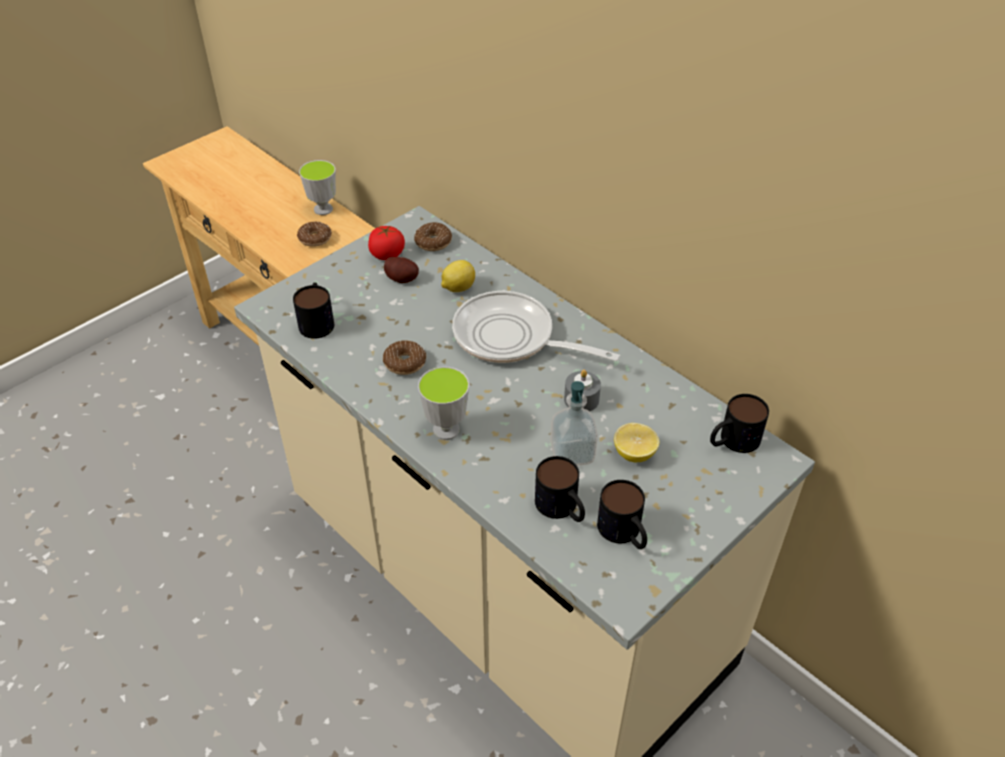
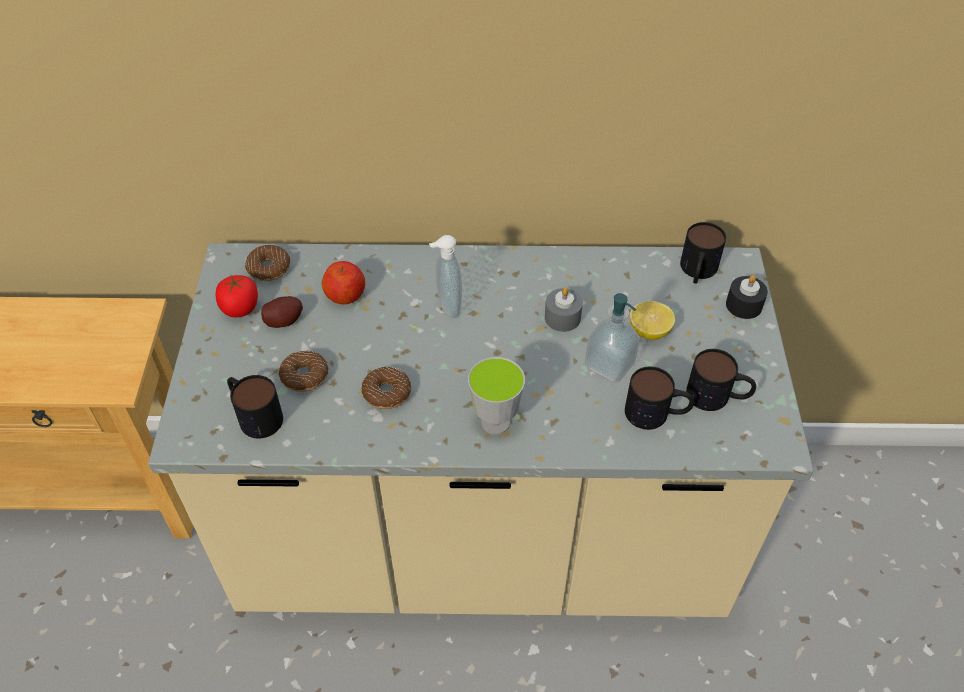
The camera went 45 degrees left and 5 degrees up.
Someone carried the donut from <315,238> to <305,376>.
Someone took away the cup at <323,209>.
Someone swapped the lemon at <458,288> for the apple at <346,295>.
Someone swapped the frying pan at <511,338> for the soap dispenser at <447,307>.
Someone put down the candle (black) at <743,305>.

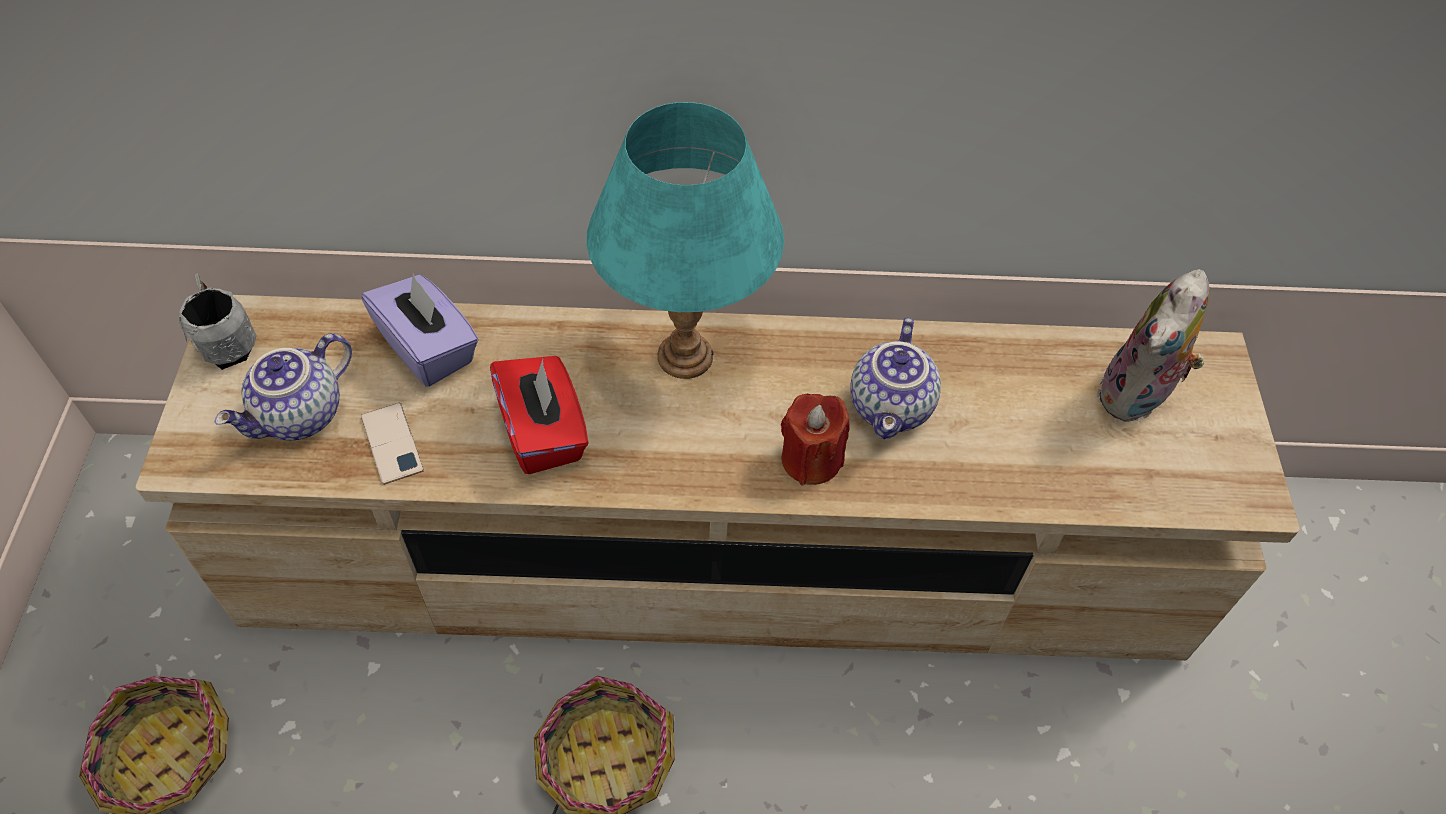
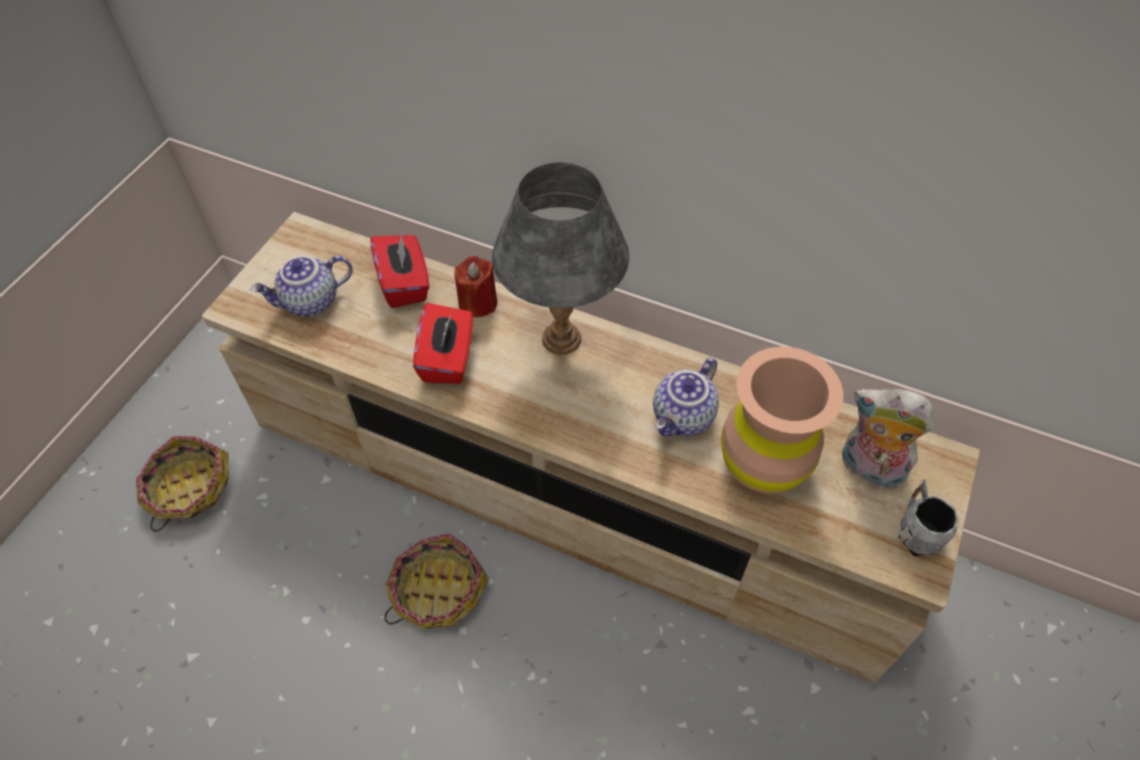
The camera went 25 degrees right and 0 degrees up.
Someone carried the mug (grey) from <227,343> to <916,532>.
Someone took away the phone at <392,443>.
Someone repainted the tissue box (purple) at <429,348>, which became the tissue box (red) at <404,284>.
Someone repainted the table lamp (turquoise) at <686,355>, which became the table lamp (grey) at <562,338>.
Someone carried the candle (red) from <811,459> to <478,303>.
Someone rotated the plush toy at <1136,397> by 60 degrees clockwise.
Someone put down the vase (brown) at <763,463>.

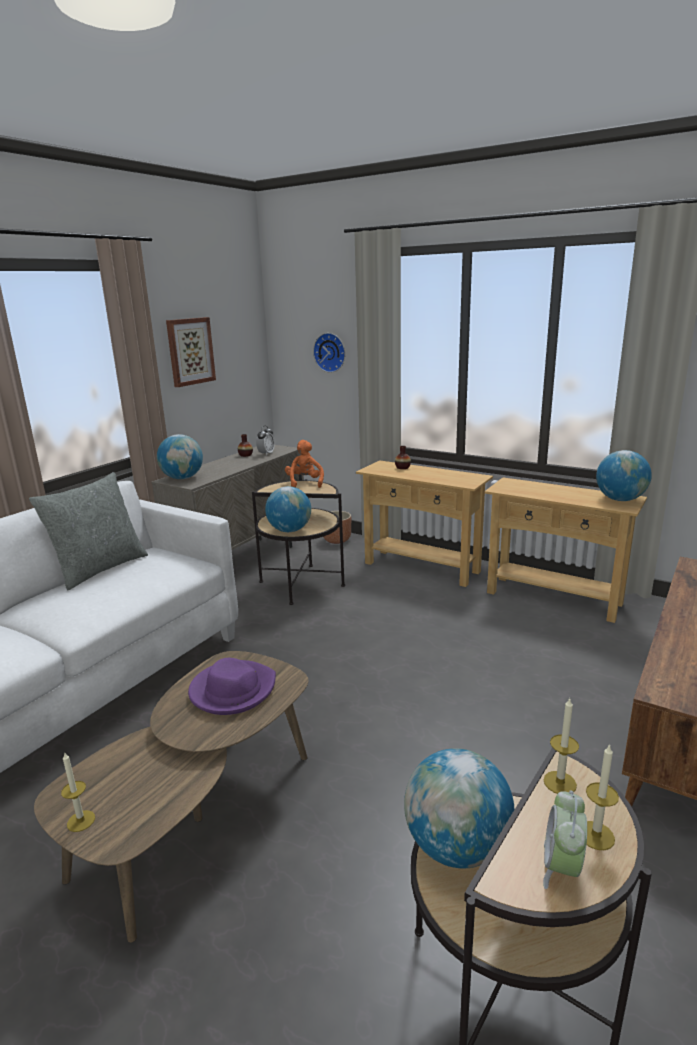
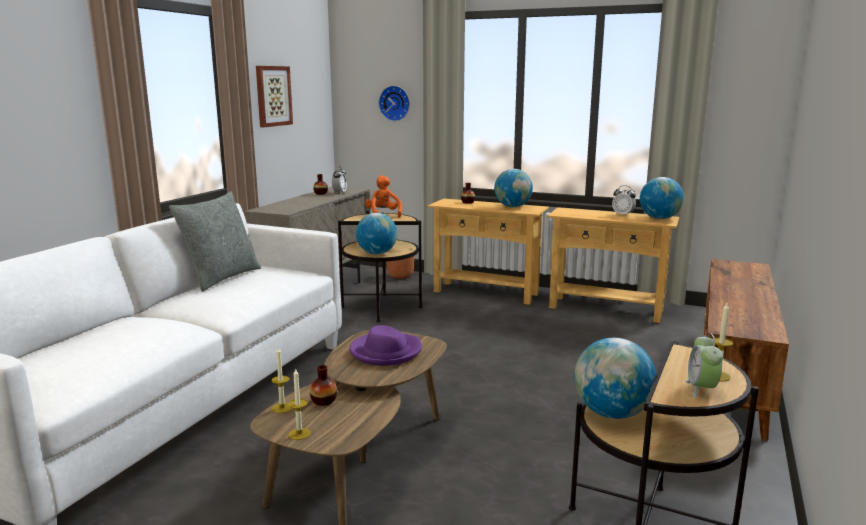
The camera went 10 degrees left and 5 degrees down.
Someone carried the globe from <182,478> to <512,207>.
Someone carried the candle from <560,782> to <282,408>.
Someone put down the vase at <323,401>.
Someone put down the alarm clock at <623,215>.

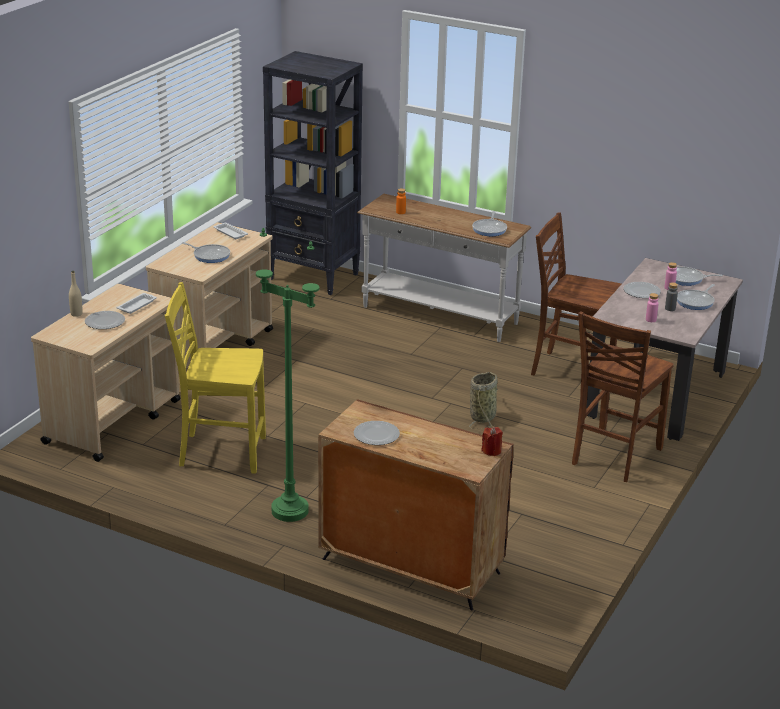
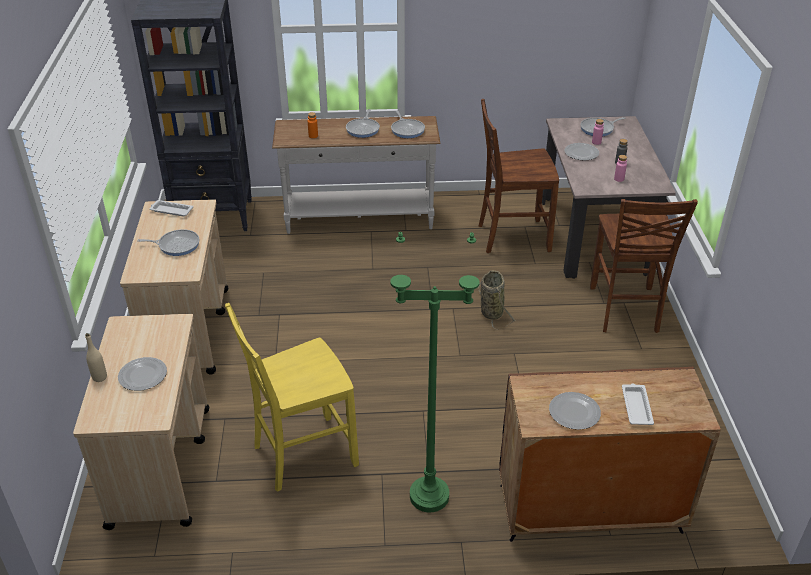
The camera went 30 degrees left and 10 degrees up.
Someone carried the tray (white) from <137,305> to <636,406>.
Someone took away the candle (red) at <491,451>.
Someone carried the frying pan from <696,301> to <363,129>.

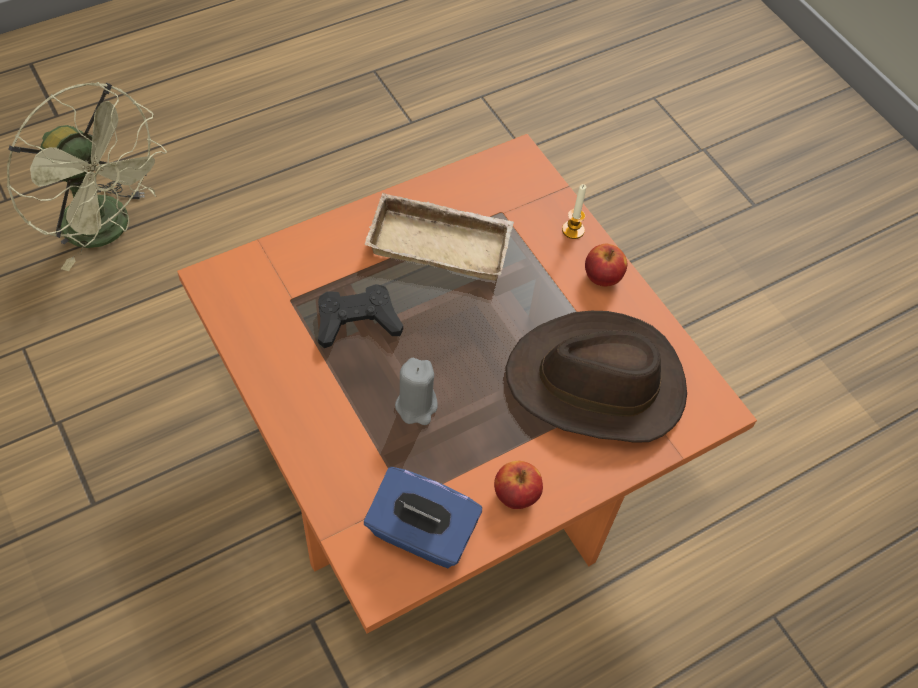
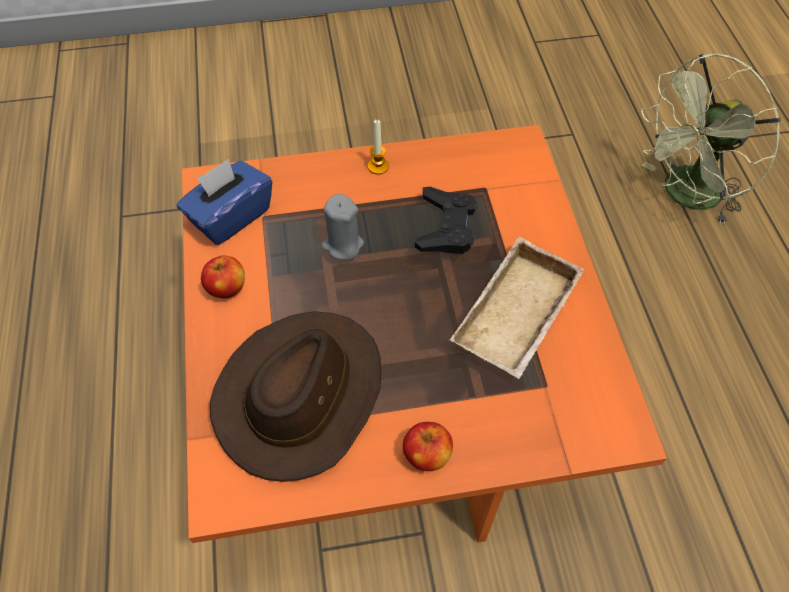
The camera went 115 degrees right and 0 degrees up.
Someone carried the candle from <573,230> to <378,166>.

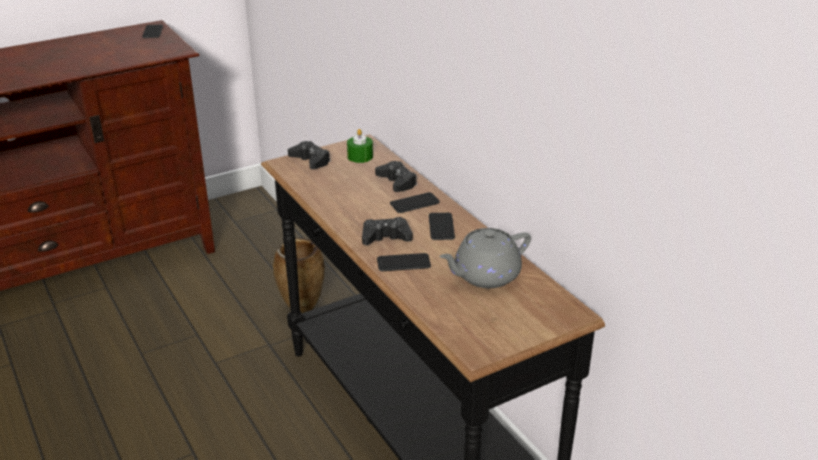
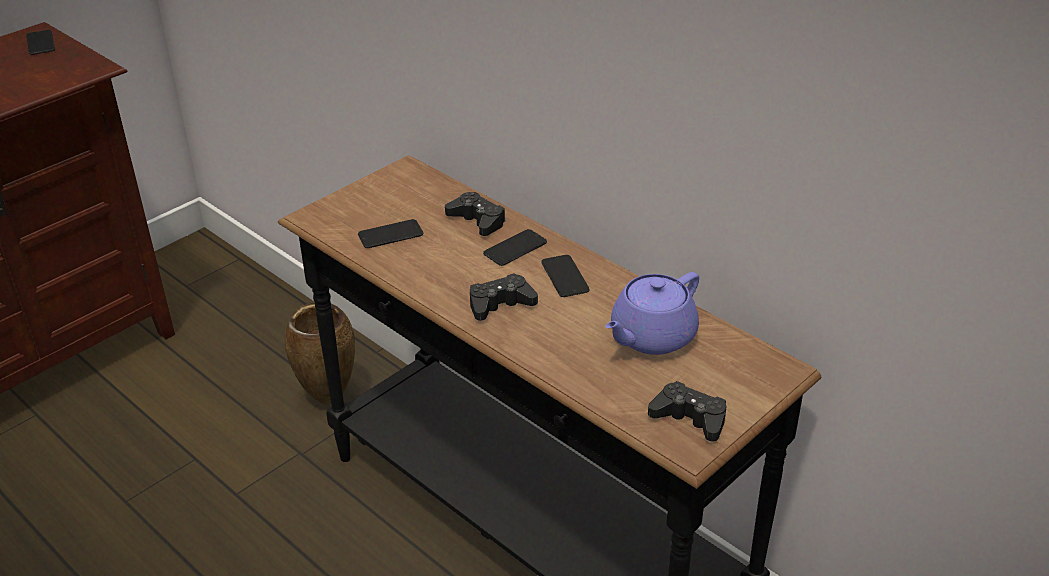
The camera went 15 degrees left and 5 degrees up.
Someone carried the game controller (black) from <310,160> to <689,418>.
Someone took away the candle (green) at <360,156>.
Someone carried the phone from <403,263> to <390,235>.
Someone repainted the teapot (grey) at <485,276>, which became the teapot (purple) at <651,336>.

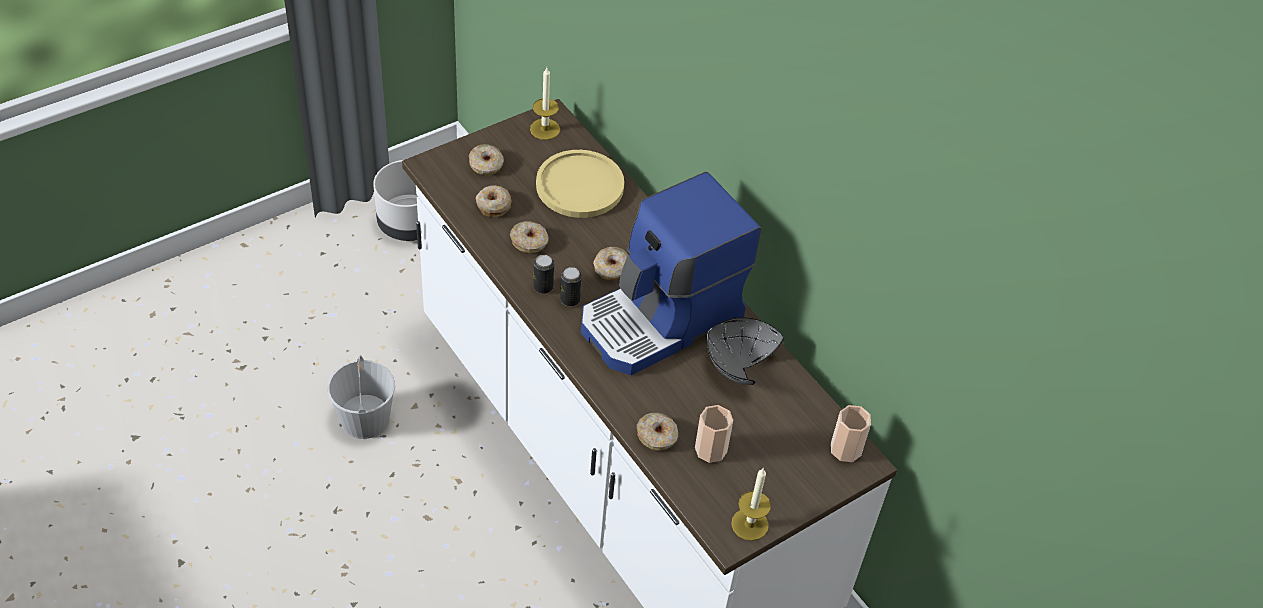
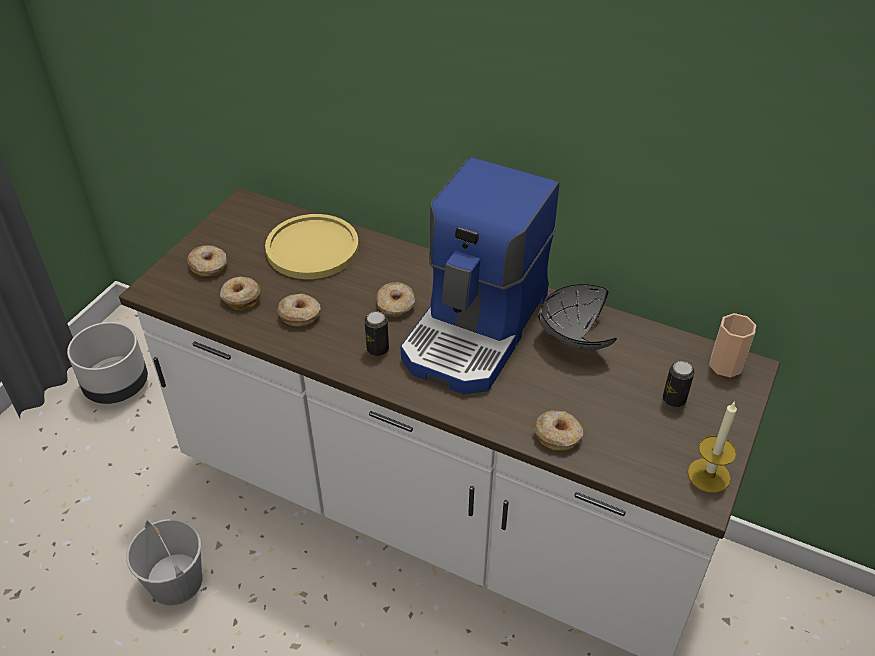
The camera went 25 degrees left and 5 degrees down.
Someone took away the candle at <545,129>.
Someone carried the can from <543,287> to <674,399>.
Someone took away the cup at <710,449>.

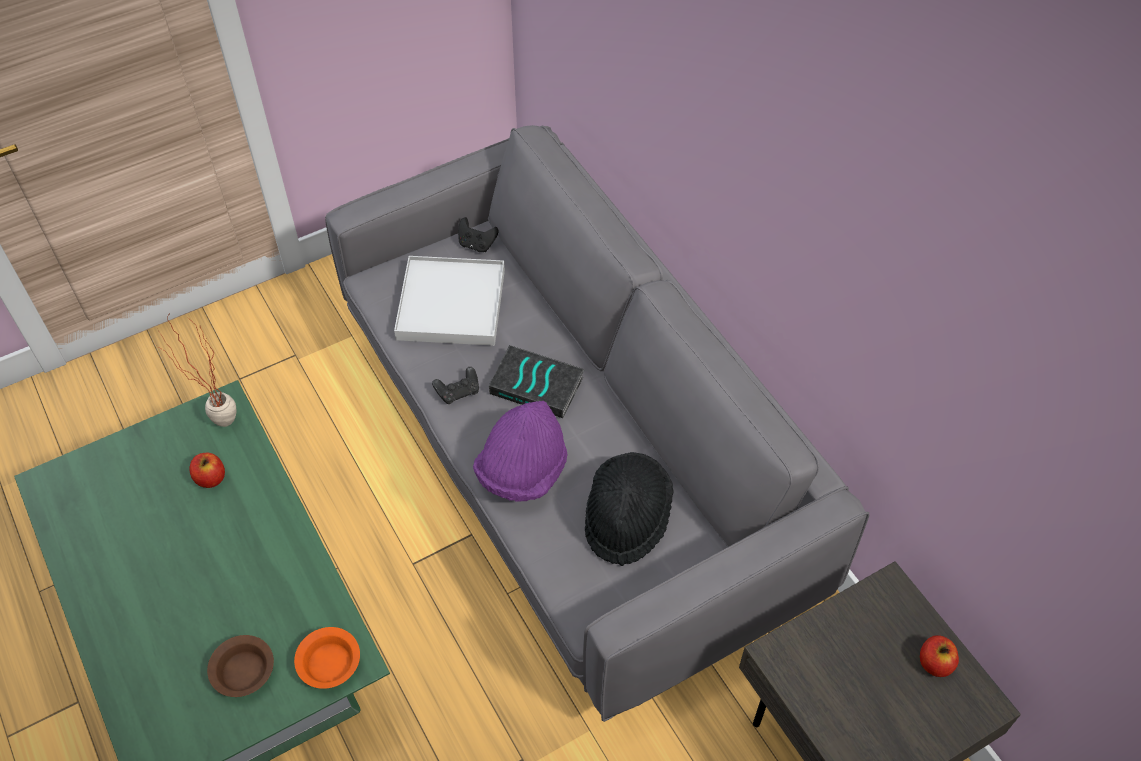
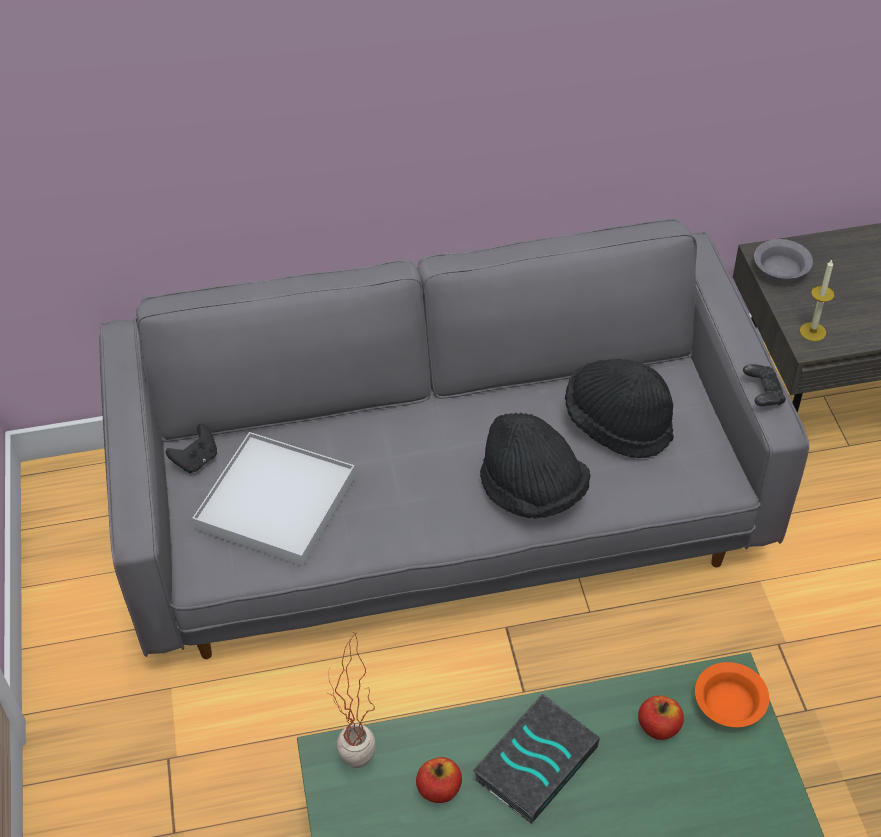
The camera went 70 degrees left and 5 degrees down.
Someone took away the bowl (brown) at <243,674>.
Someone carried the game controller (black) from <458,392> to <762,394>.
Someone repainted the hat (purple) at <522,471>, which became the hat (black) at <532,491>.
Someone carried the book from <538,385> to <535,760>.
Someone carried the apple from <934,663> to <658,727>.
Someone put down the bowl (grey) at <781,270>.
Someone put down the candle at <812,332>.

